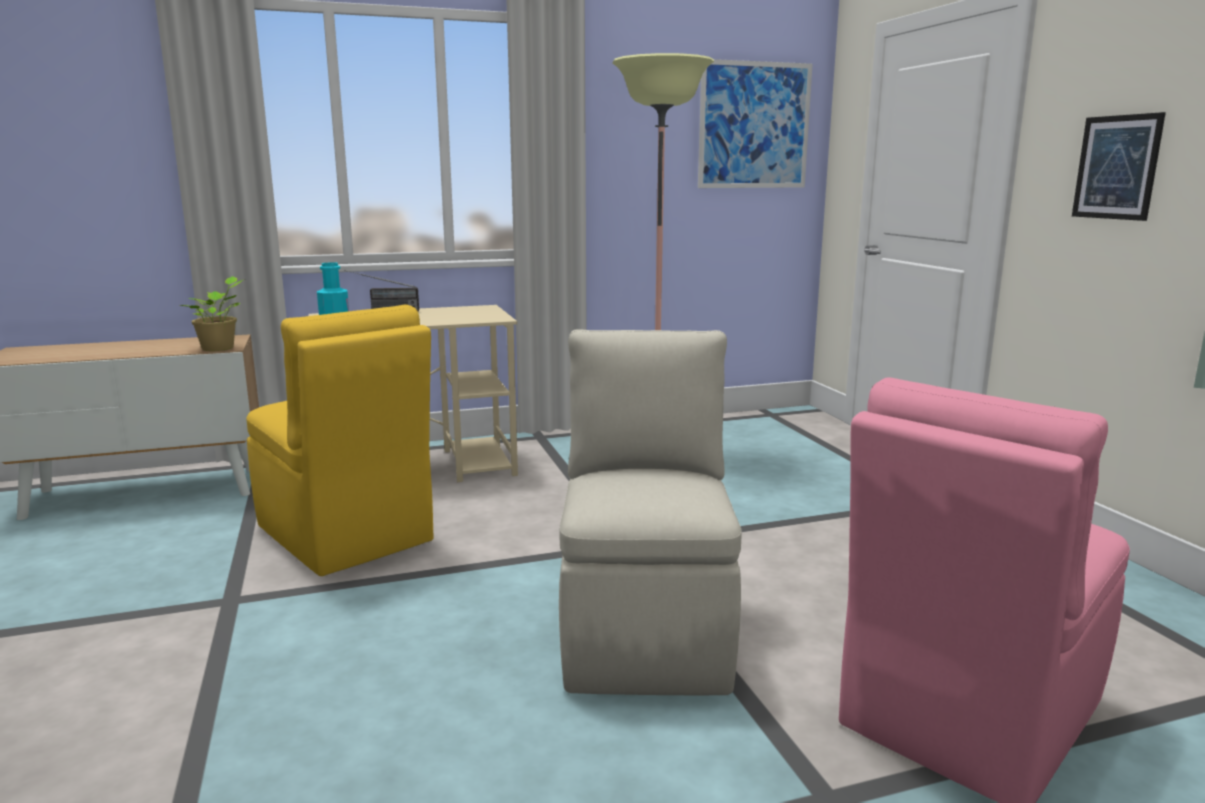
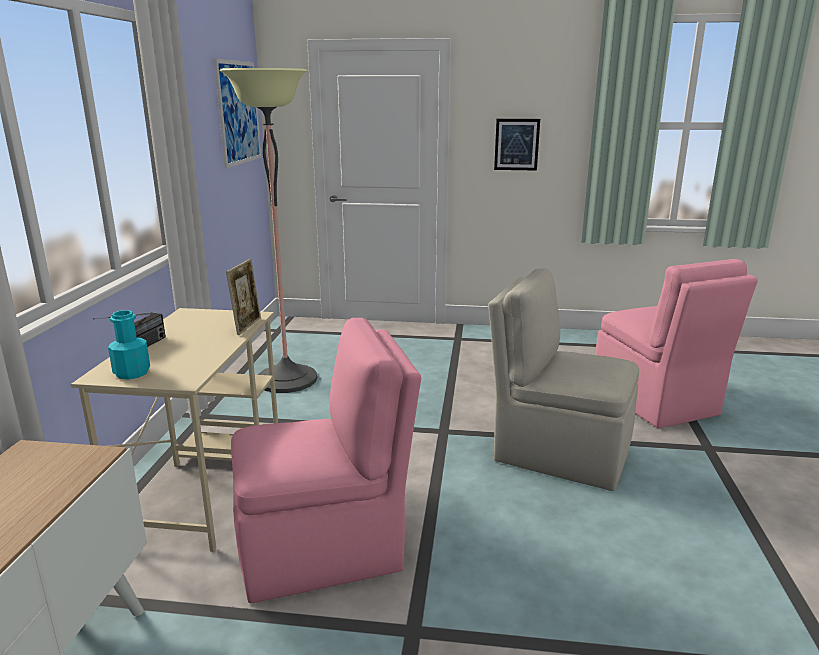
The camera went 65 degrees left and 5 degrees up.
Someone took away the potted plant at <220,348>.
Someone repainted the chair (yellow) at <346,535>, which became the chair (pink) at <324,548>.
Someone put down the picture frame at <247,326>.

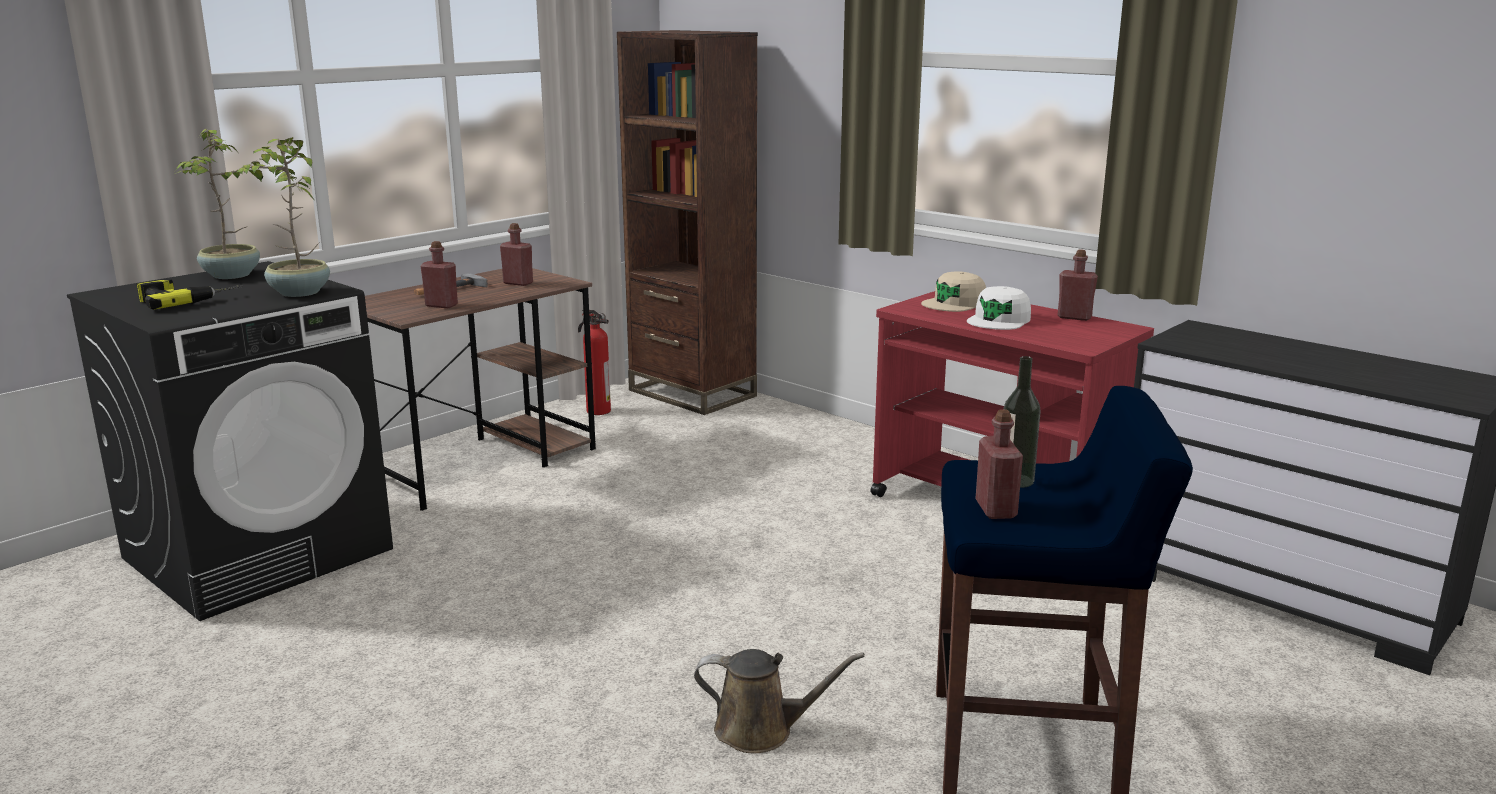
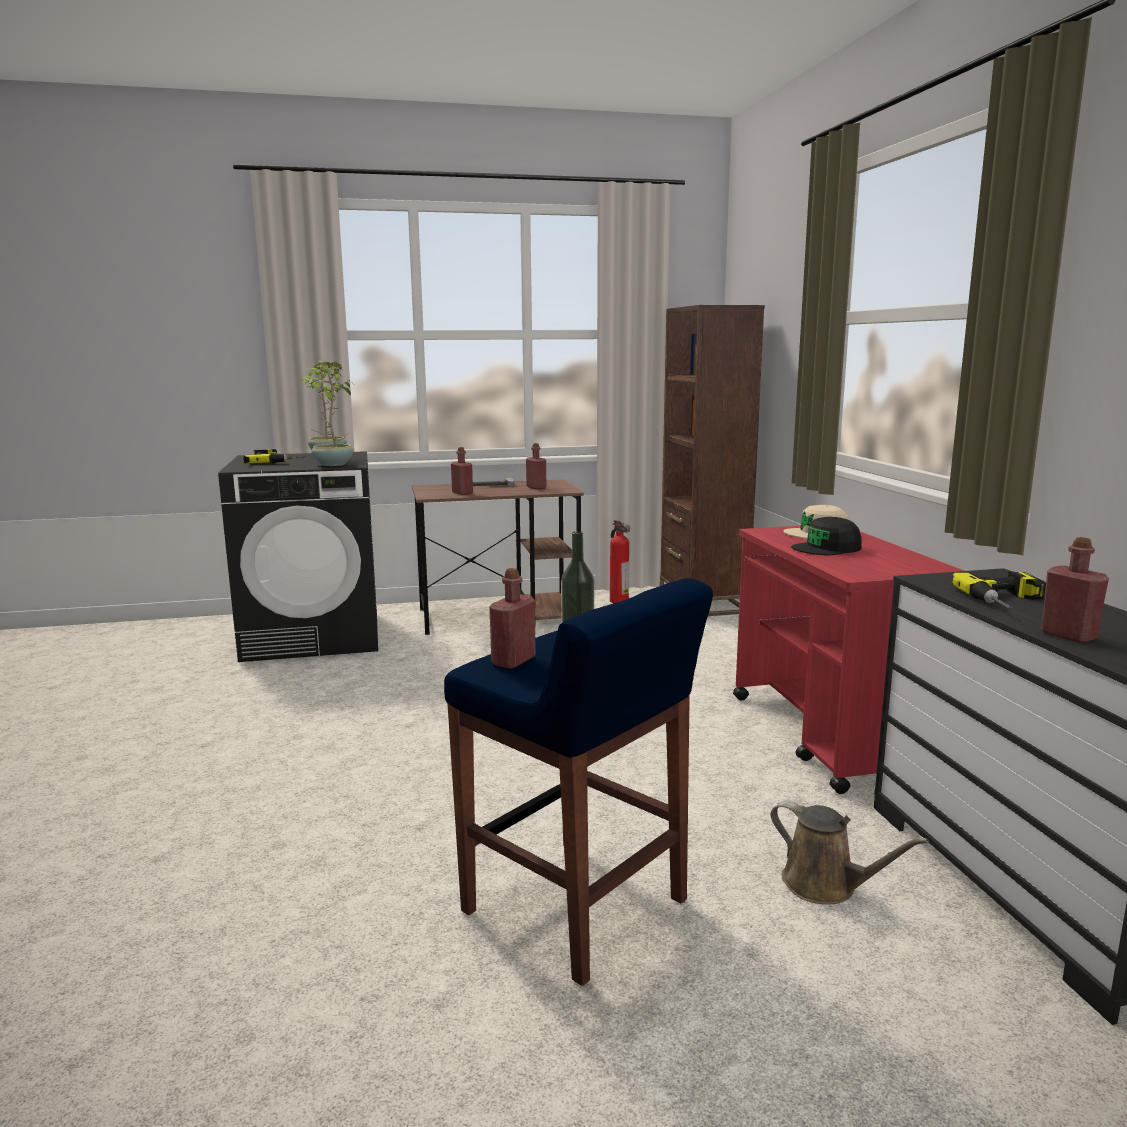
The camera went 35 degrees right and 5 degrees down.
Someone carried the watering can (brown) from <761,730> to <825,886>.
Someone repainted the cap (white) at <999,320>, which became the cap (black) at <827,548>.
Someone carried the bottle (red) from <1074,317> to <1068,636>.
Someone put down the power drill at <1008,601>.

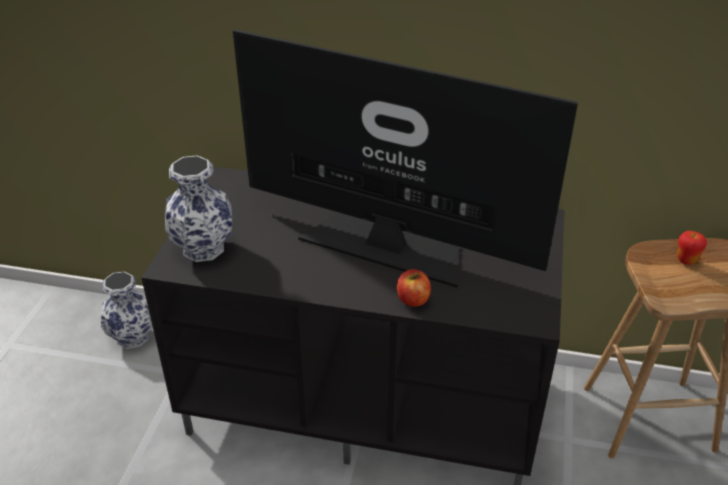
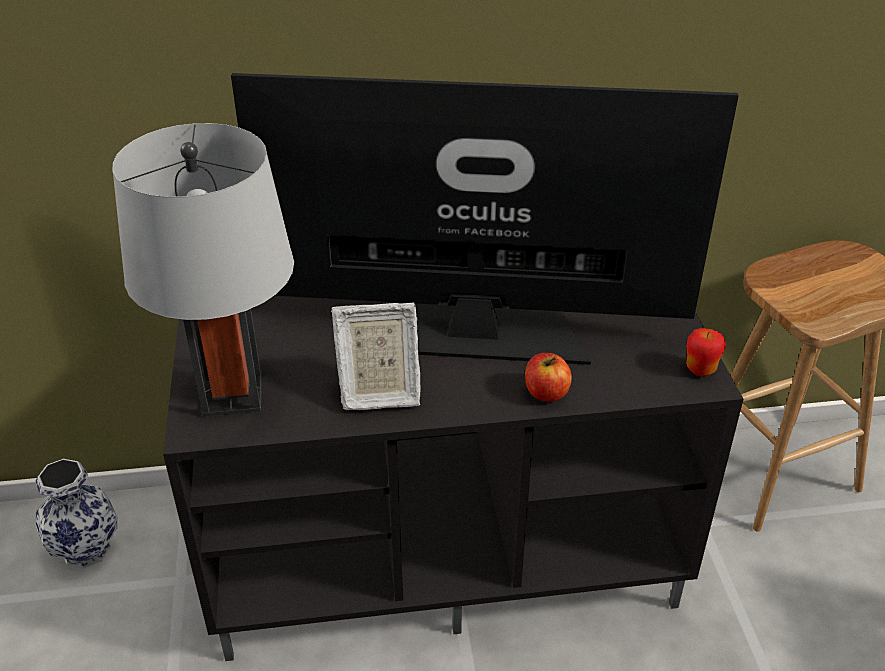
The camera went 20 degrees left and 0 degrees up.
Someone swapped the vase at <203,249> for the table lamp (grey) at <232,393>.
Someone carried the apple from <686,260> to <700,369>.
Someone put down the picture frame at <378,393>.

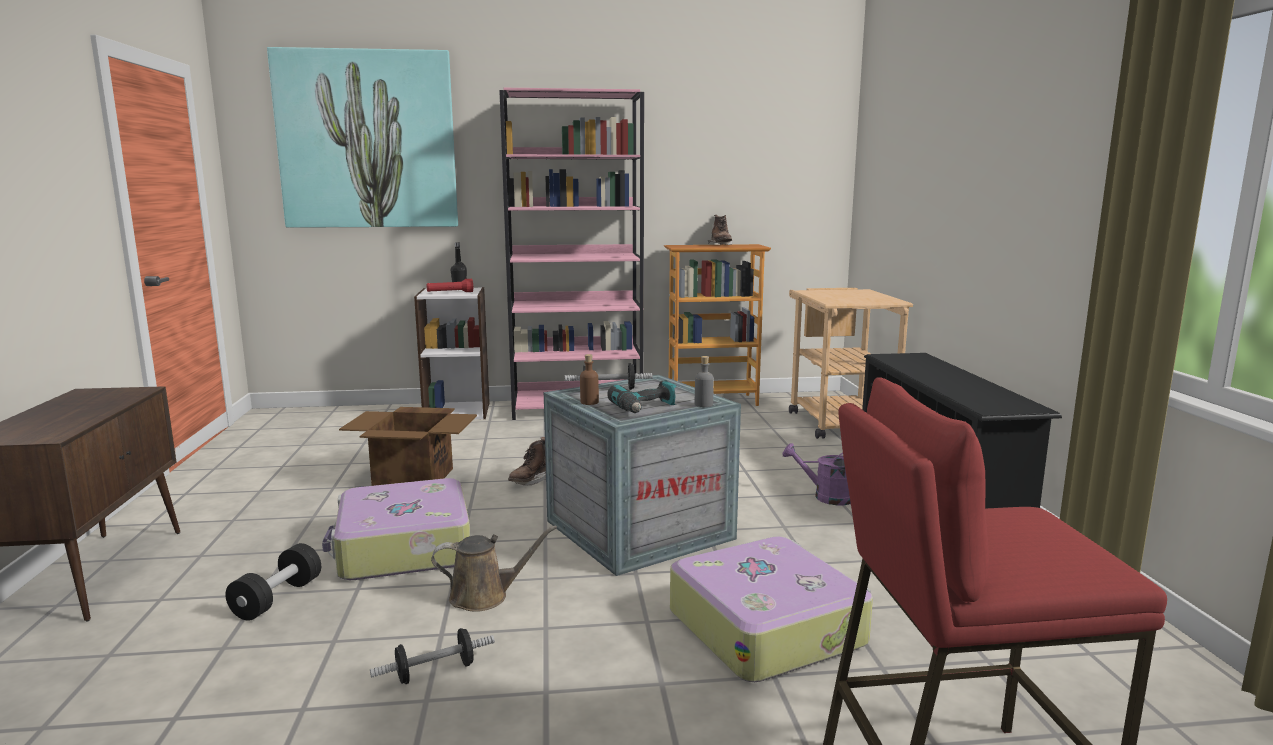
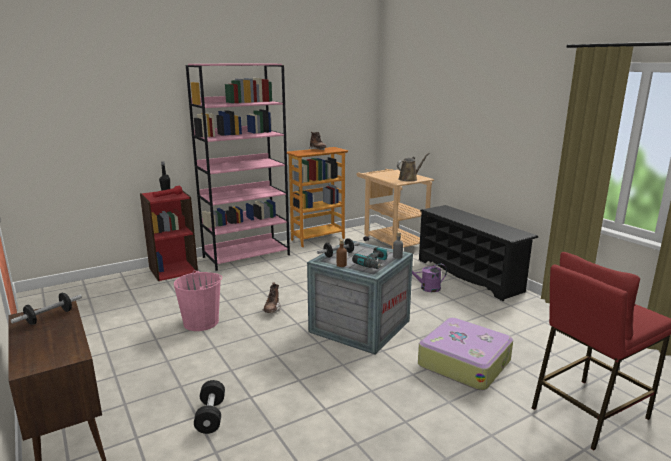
The camera went 25 degrees left and 5 degrees up.
Someone took away the picture at <368,140>.
Someone took away the suitcase at <403,548>.
Someone swapped the cardboard box at <414,478> for the bucket (pink) at <201,322>.
Someone carried the dumbbell from <435,672> to <49,317>.
Someone repainted the bookcase (white) at <457,411>, which became the bookcase (red) at <173,270>.
Someone carried the watering can (brown) from <485,596> to <409,179>.

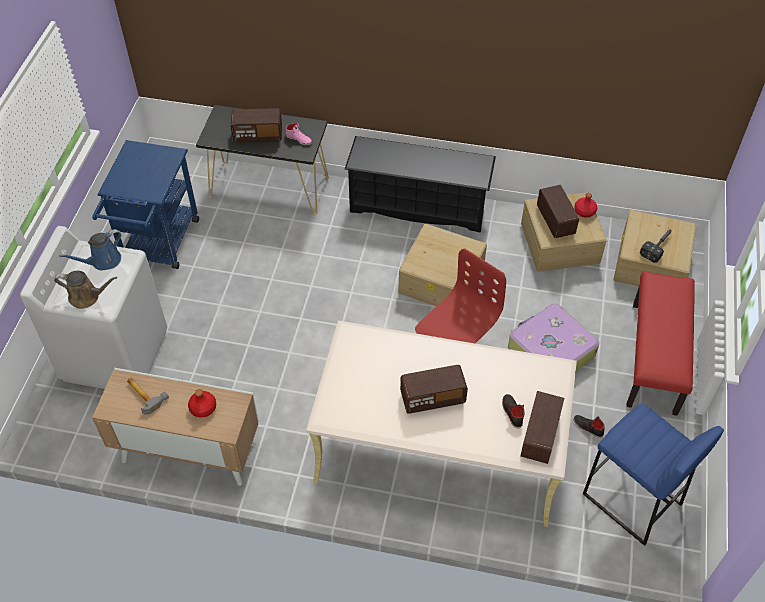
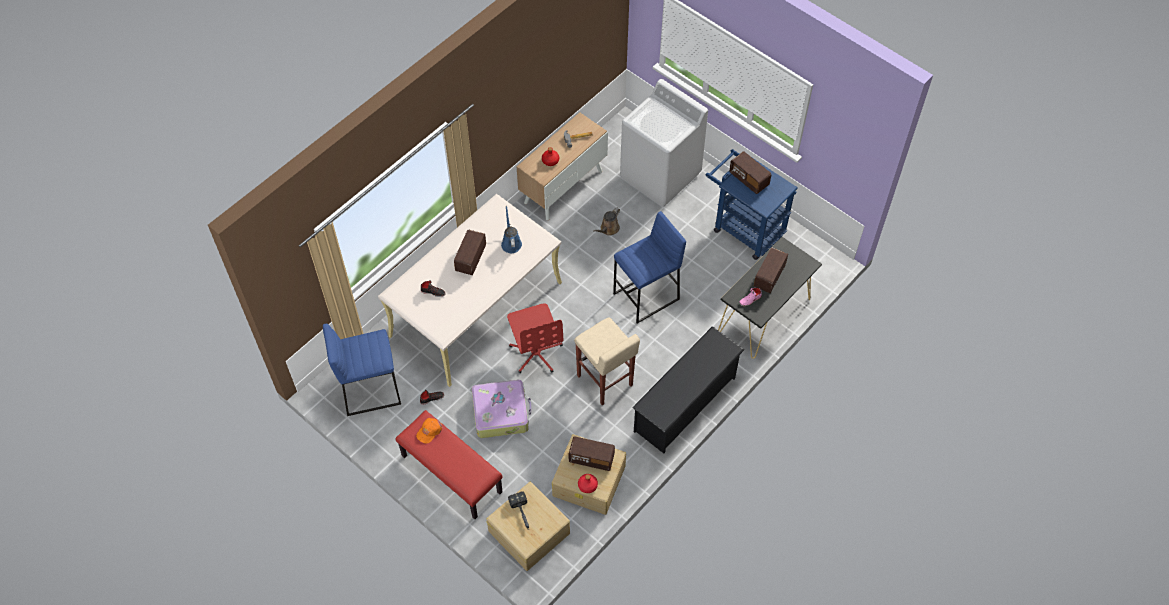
The camera went 120 degrees right and 5 degrees up.
Someone carried the watering can (brown) from <87,297> to <608,229>.
Someone carried the watering can (blue) from <103,261> to <511,242>.
Someone swapped the storage box (beige) at <442,280> for the stool (beige) at <604,381>.
Someone carried the radio from <539,436> to <749,179>.
Someone put down the cap (orange) at <429,431>.
Someone put down the stool (blue) at <646,297>.

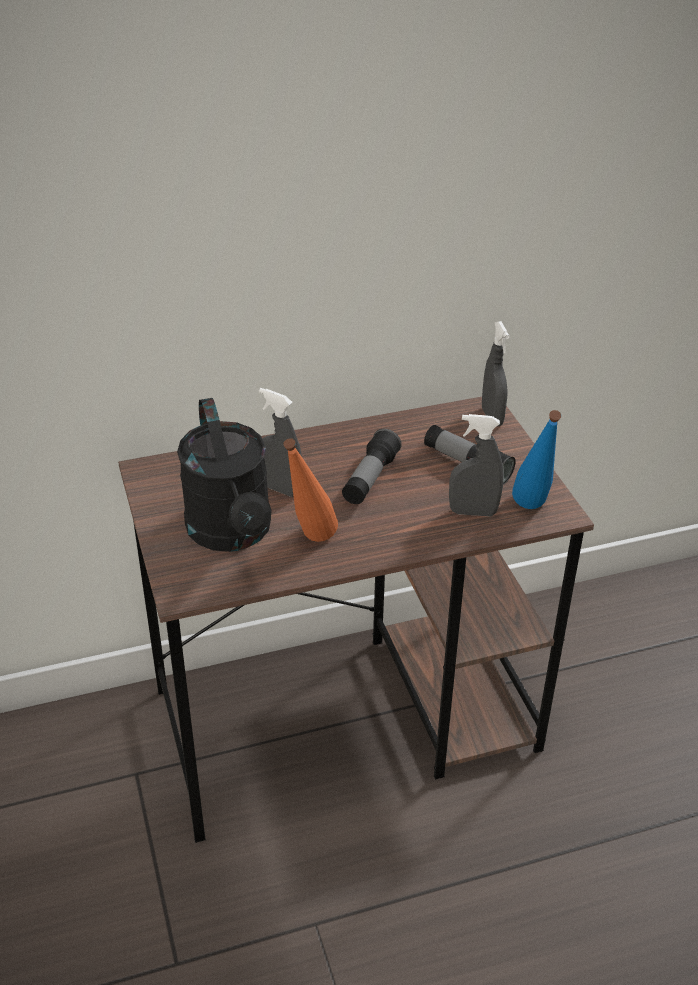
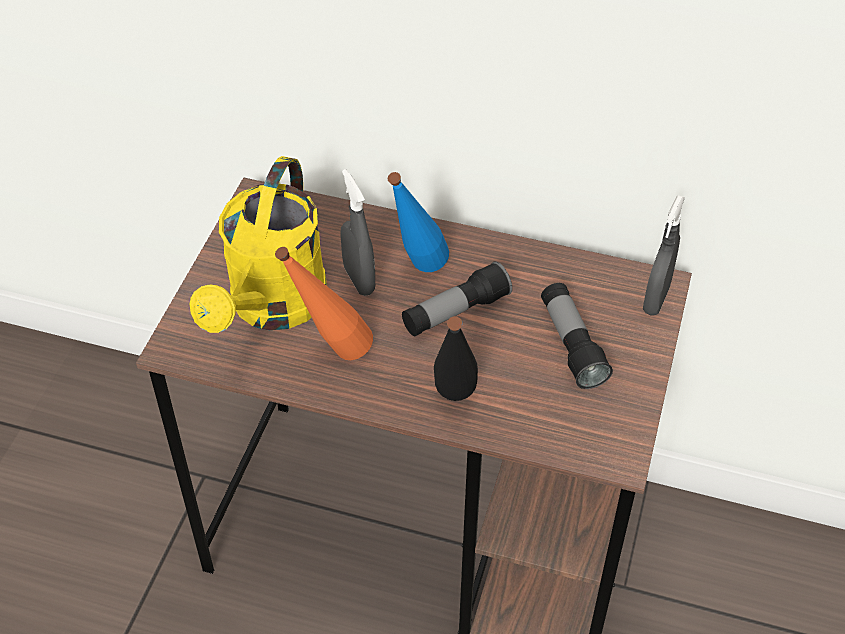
The camera went 35 degrees right and 10 degrees up.
Someone repainted the watering can (black) at <233,534>, which became the watering can (yellow) at <272,308>.
Someone took away the spray bottle (grey) at <473,512>.
Someone carried the bottle (blue) from <532,512> to <417,274>.
Someone put down the bottle (black) at <454,405>.

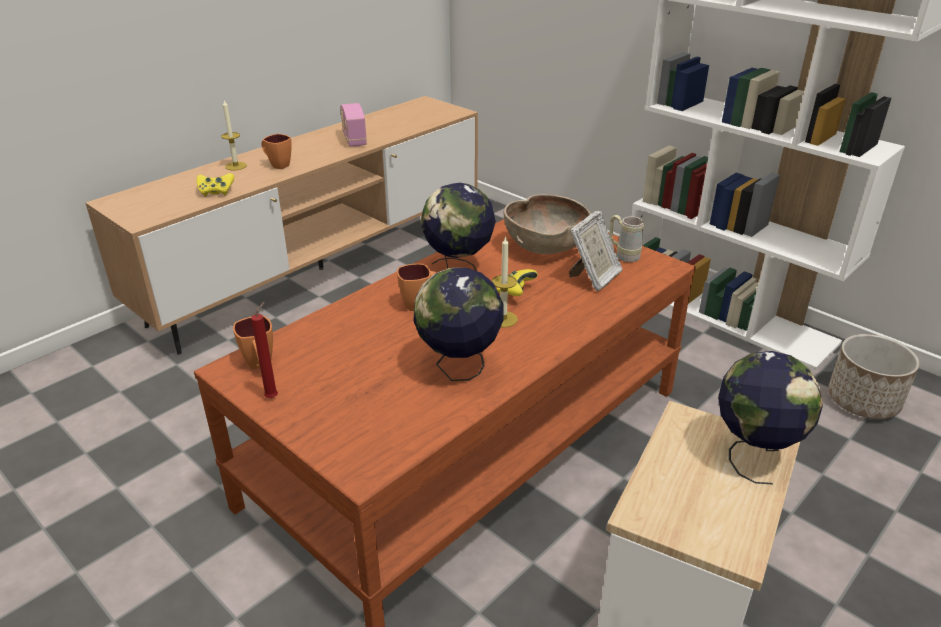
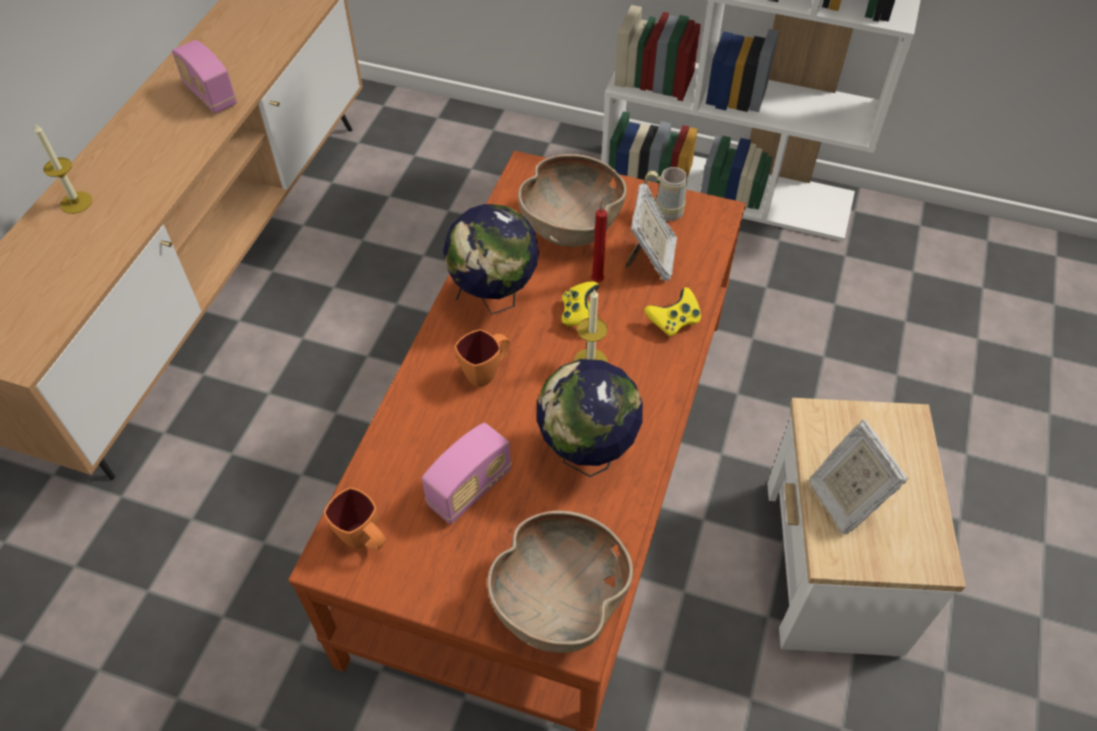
The camera went 25 degrees left and 20 degrees up.
Someone carried the game controller (yellow) from <216,192> to <673,322>.
Someone carried the candle (red) from <273,397> to <598,279>.
Someone took away the mug (orange) at <277,165>.
Someone took away the globe at <753,455>.
Someone took away the planter at <863,401>.
Someone put down the radio at <470,489>.
Someone put down the bowl (brown) at <558,600>.
Someone put down the picture frame at <844,498>.

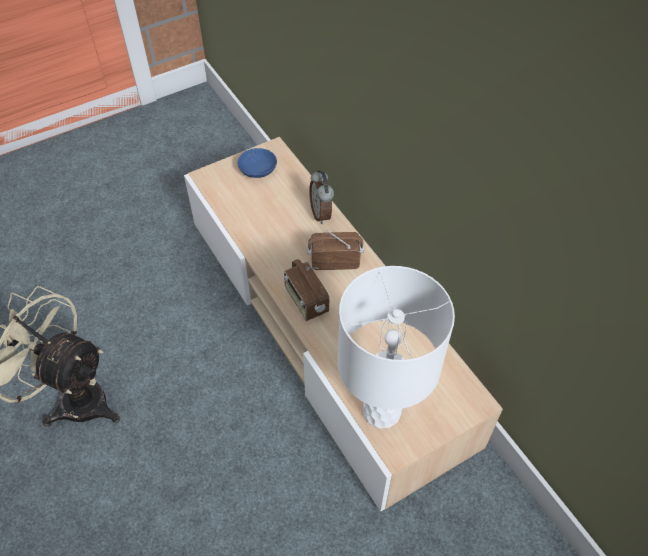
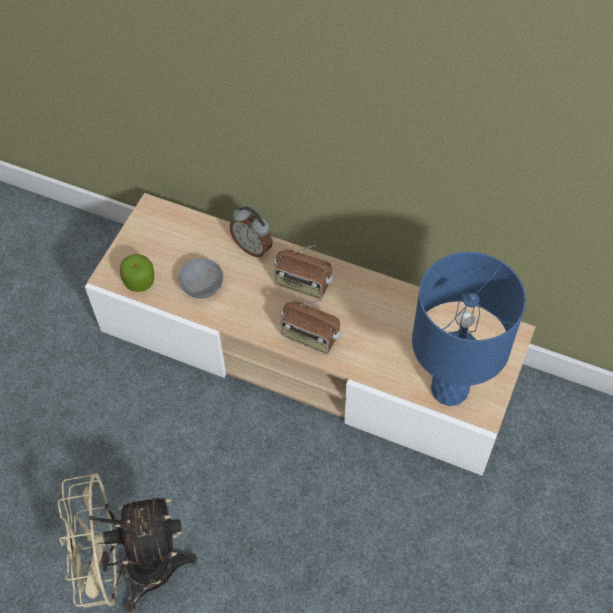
The camera went 35 degrees left and 5 degrees up.
Someone took away the bowl (blue) at <257,171>.
Someone rotated the radio at <335,260> by 120 degrees counterclockwise.
Someone repainted the table lamp (white) at <381,411>, which became the table lamp (blue) at <449,390>.
Someone put down the apple at <139,281>.
Someone put down the bowl (grey) at <200,285>.

